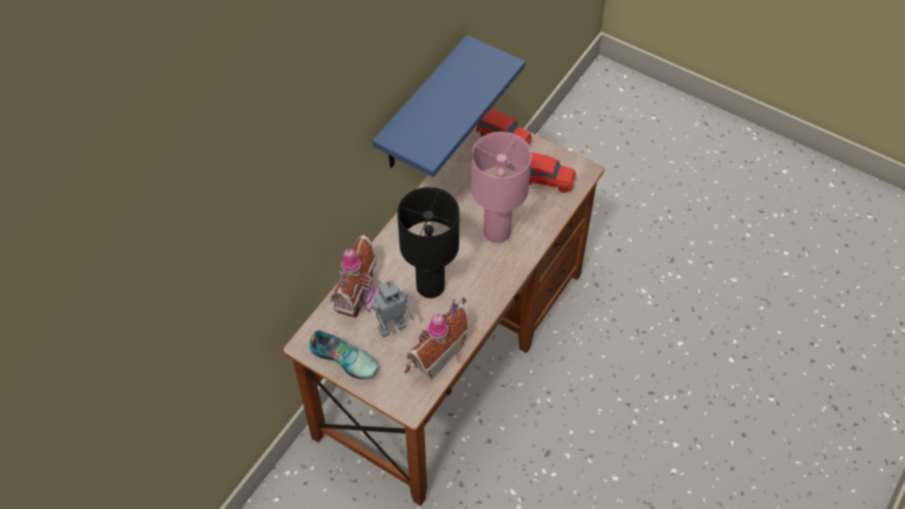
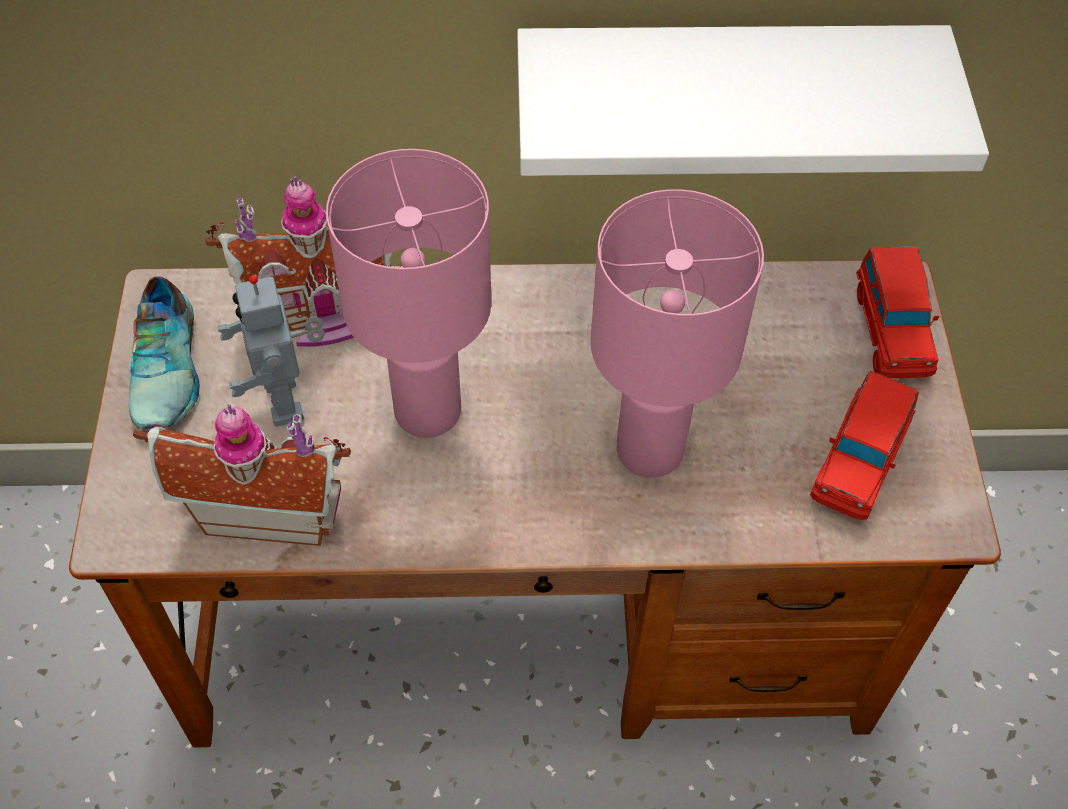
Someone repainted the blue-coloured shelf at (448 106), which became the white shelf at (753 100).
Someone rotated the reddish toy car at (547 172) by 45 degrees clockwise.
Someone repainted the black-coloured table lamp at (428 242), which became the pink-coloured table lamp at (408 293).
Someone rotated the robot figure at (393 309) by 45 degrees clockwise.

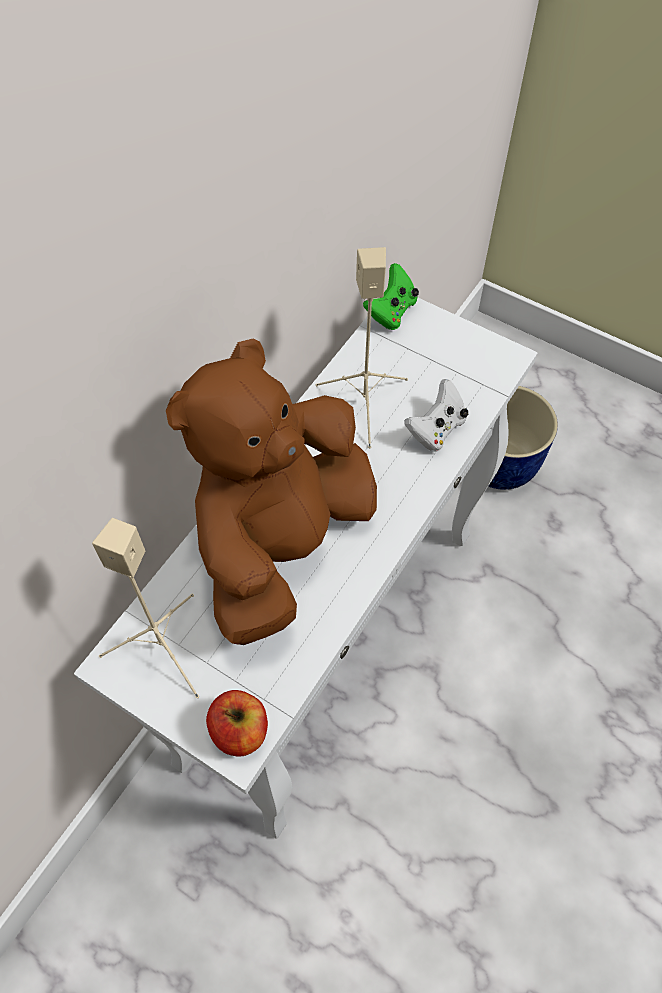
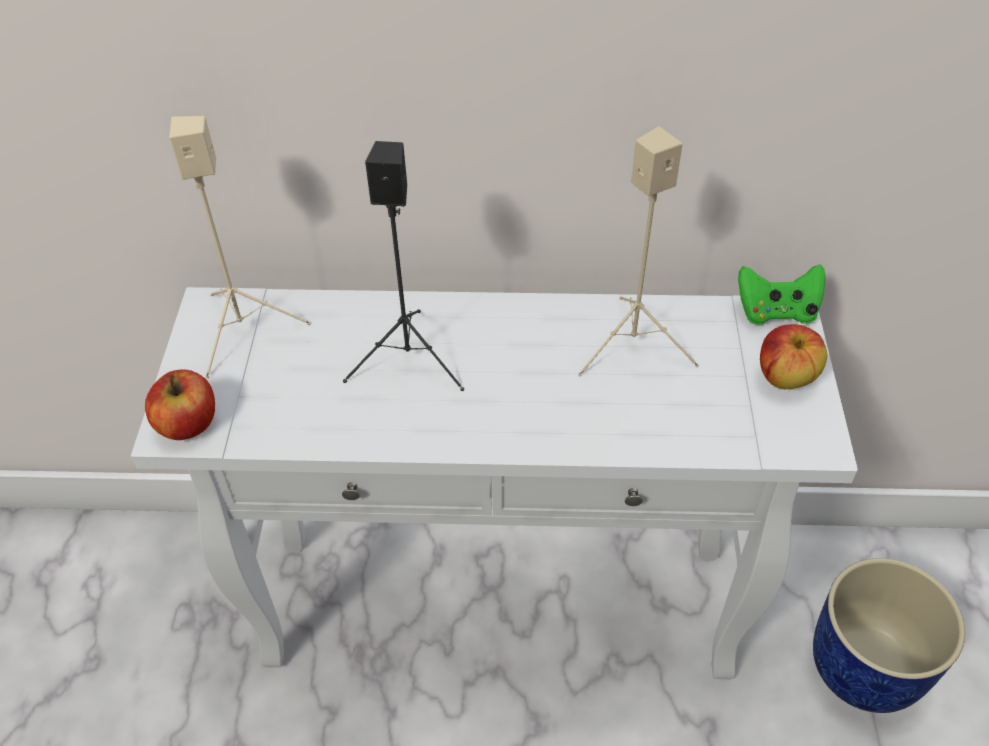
Someone swapped the brownish cuddly toy at (271 492) for the black-coloured loudspeaker at (403 266).
Someone took away the white joypad at (436 415).
Someone put down the apple fruit at (793 356).

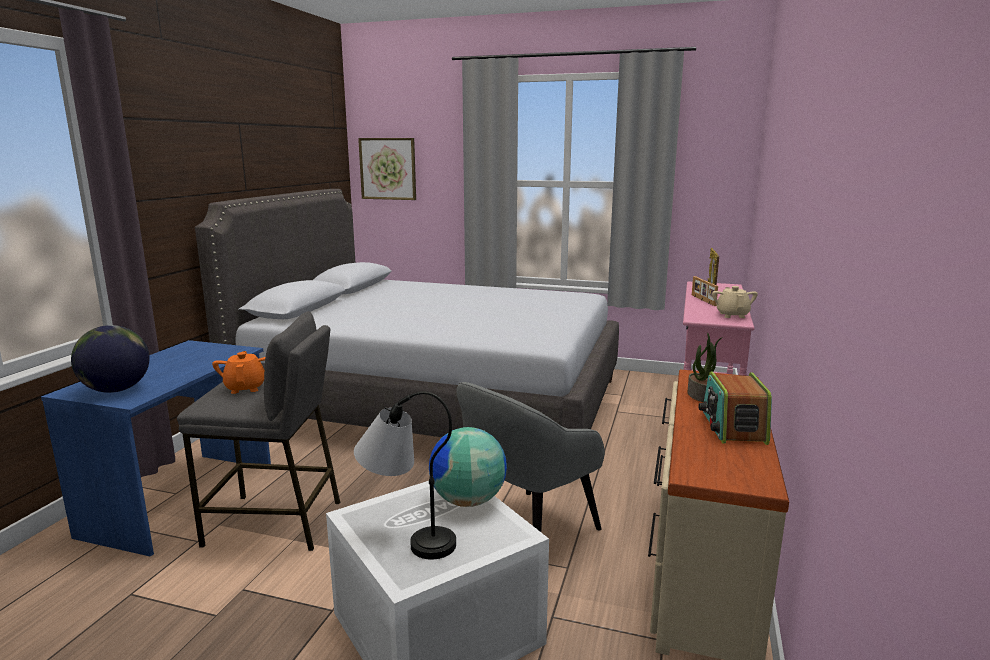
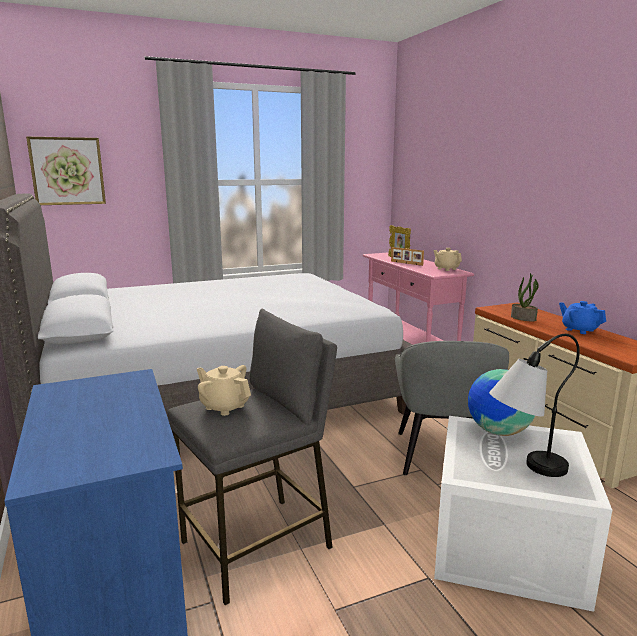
Someone took away the globe at (110 359).
Someone repainted the orange teapot at (238 372), which became the beige-coloured teapot at (224 390).
Someone swapped the radio at (735 408) for the blue-coloured teapot at (582 317).

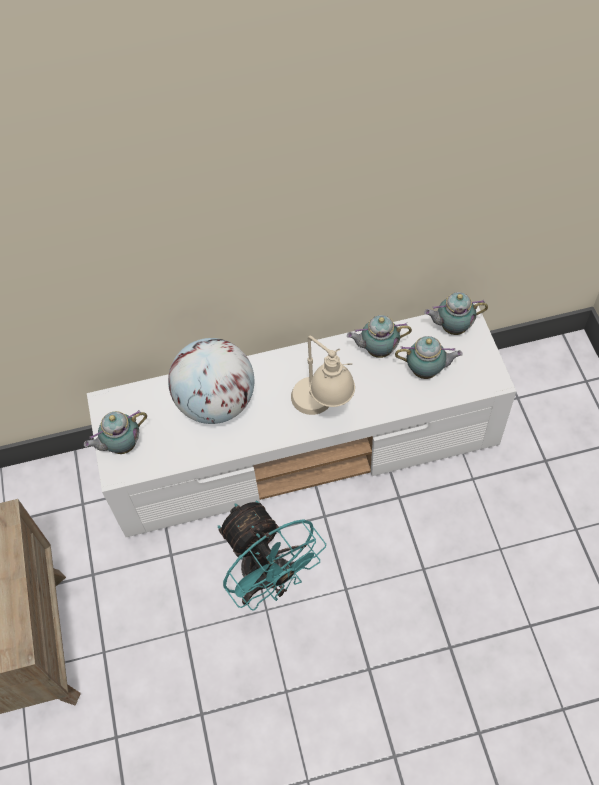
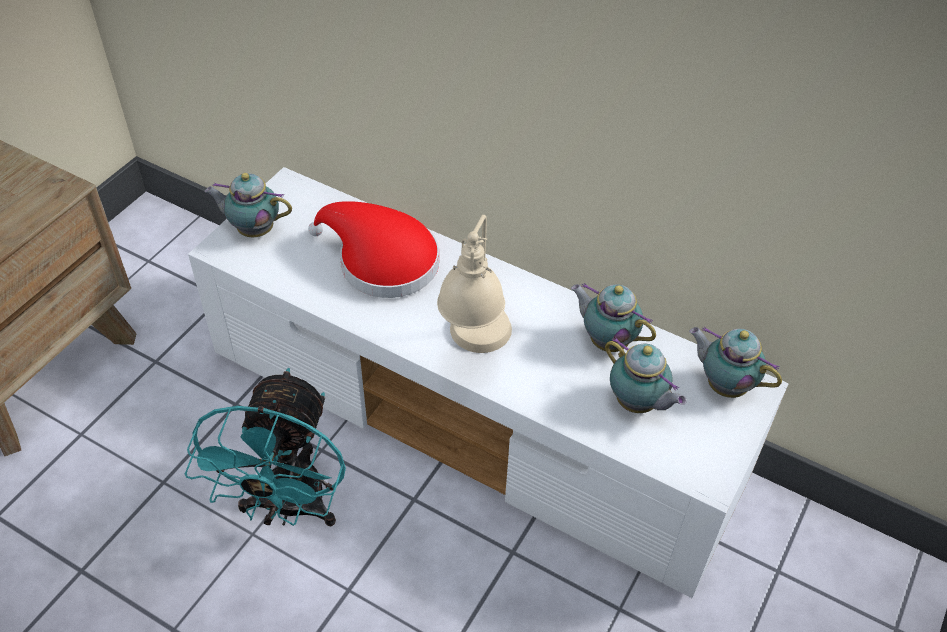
Someone swapped the globe at (211 381) for the reddish clothing hat at (373 249).

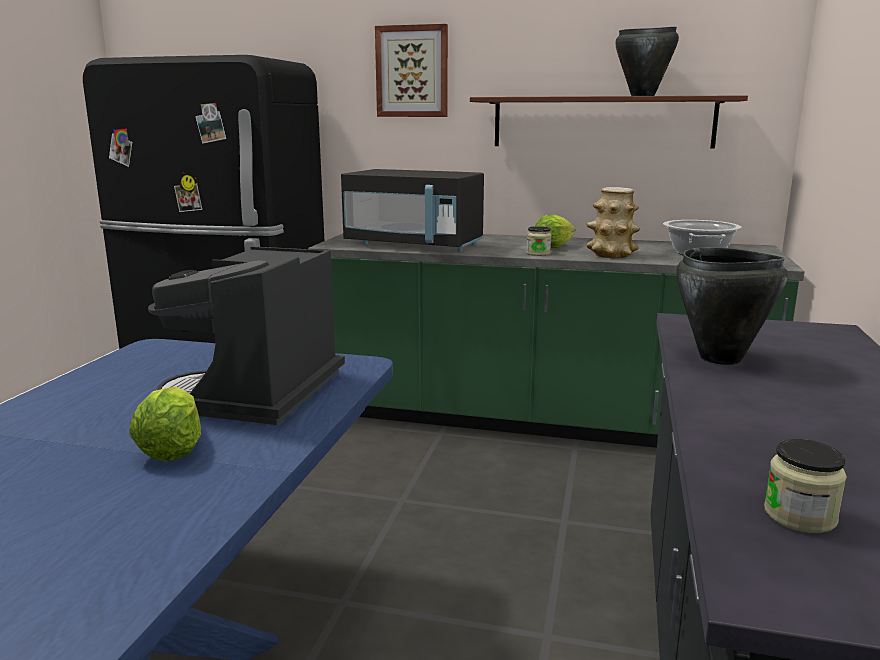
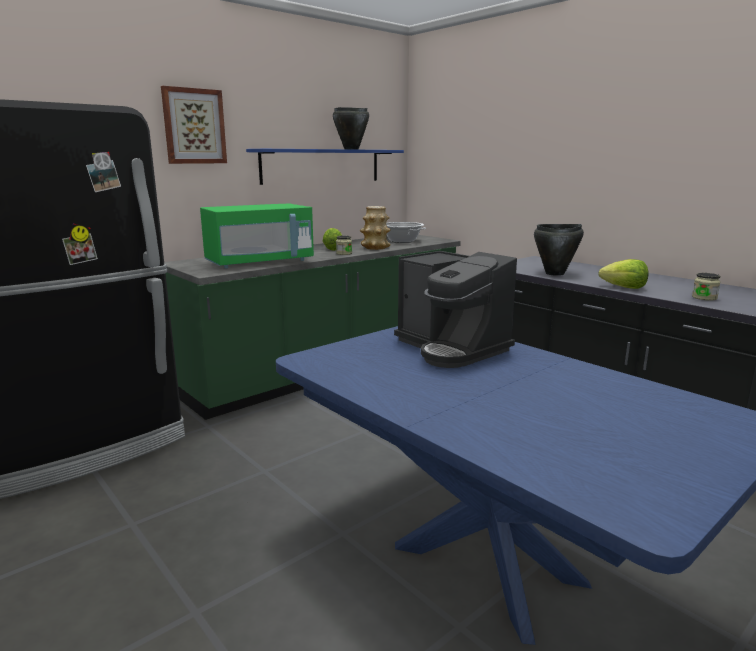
Someone repainted the brownish shelf at (609 121), which became the blue-coloured shelf at (325 167).
Someone repainted the black-coloured microwave at (412 210), which became the green microwave at (257 236).
Someone carried the lettuce head from (165 423) to (623 274).

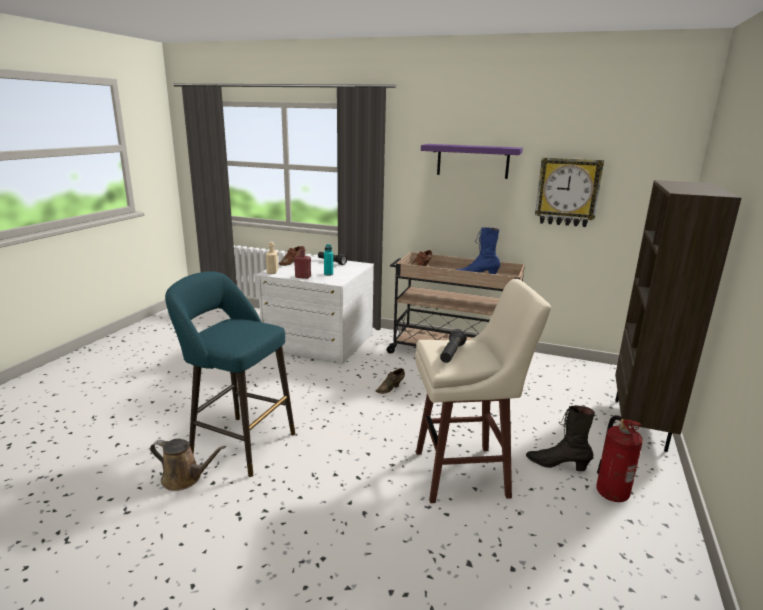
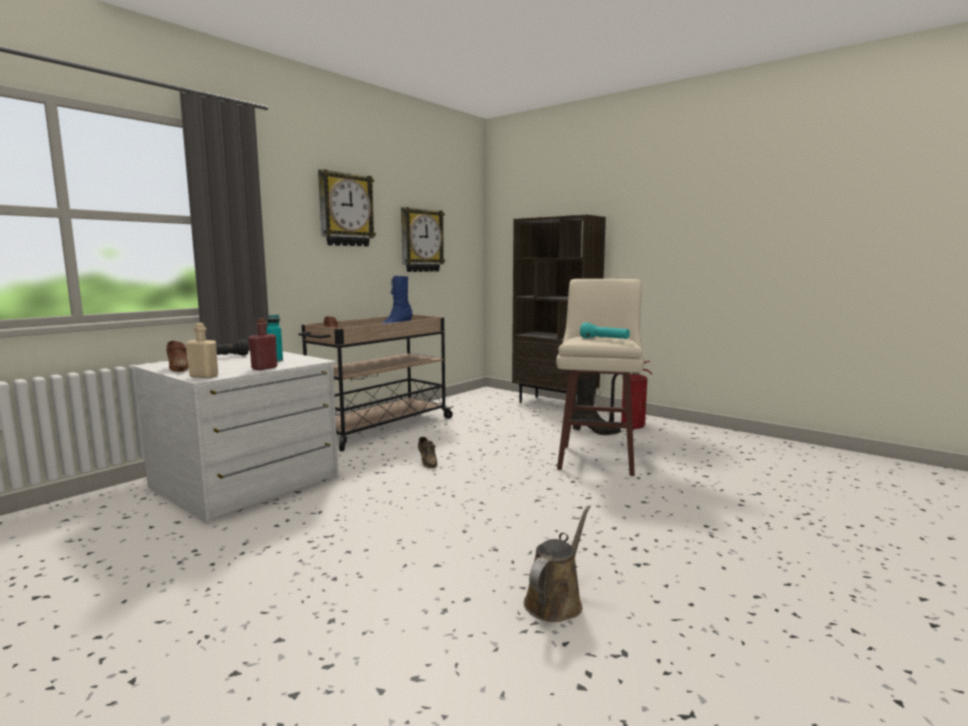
Someone swapped the purple-coloured shelf at (472 161) for the hanging clock at (347 207).
Someone took away the blue-green stool seat at (230 374).
Someone repainted the black-coloured flashlight at (453 346), which became the blue-green flashlight at (605 331).
Someone rotated the black-coloured high-top boot at (560 438) by 120 degrees counterclockwise.

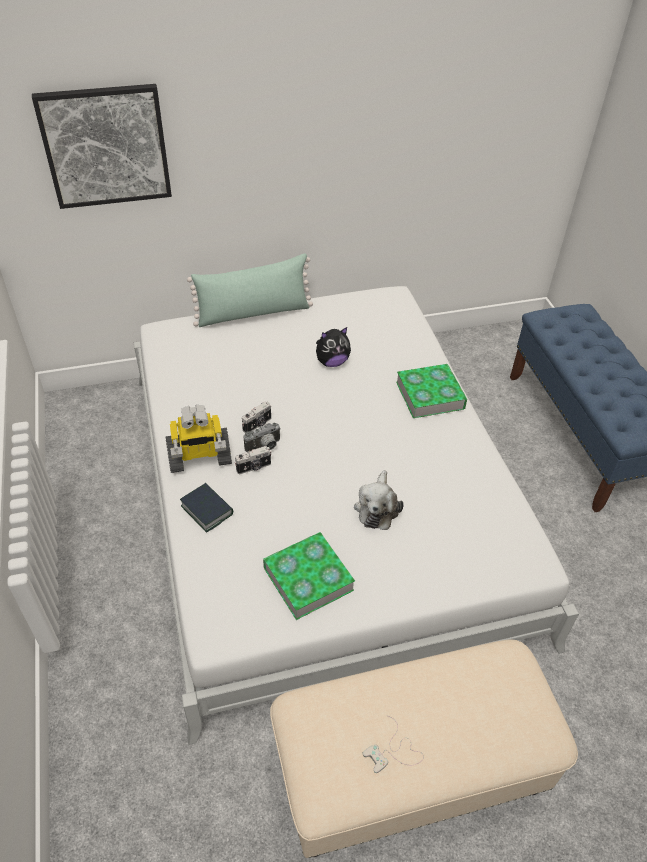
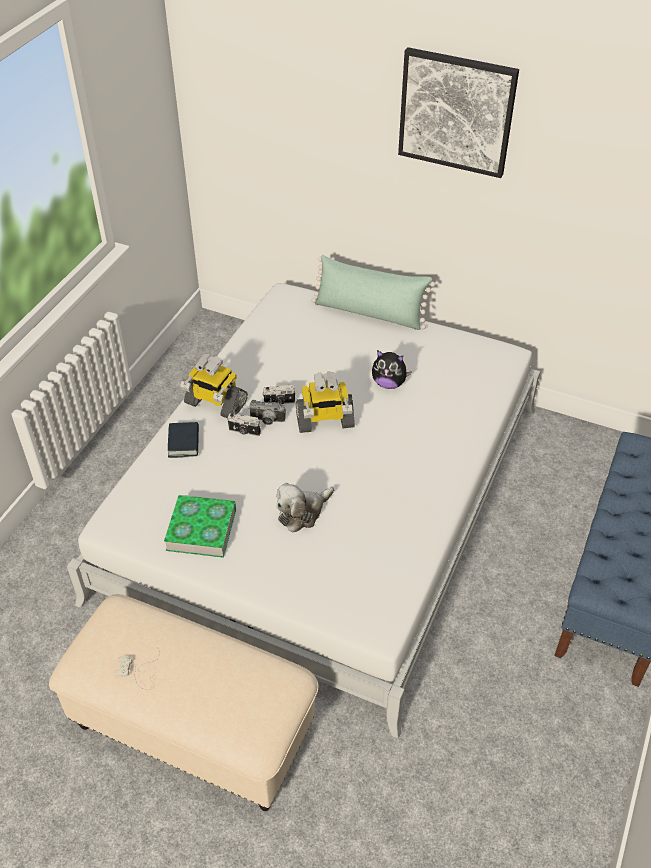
Someone carried the picture from (102 146) to (458 112).
Someone took away the volume at (431 391).
Someone put down the robot figure at (325 402).

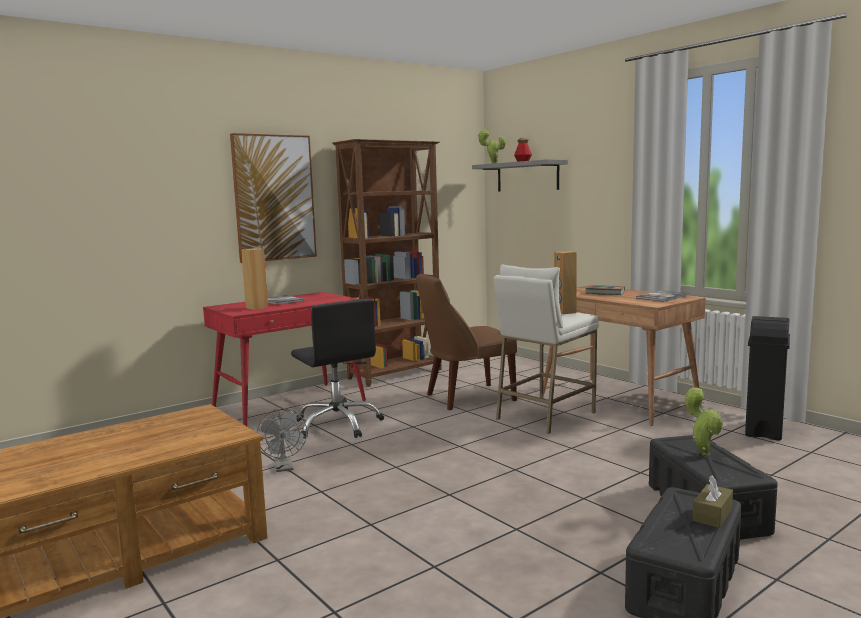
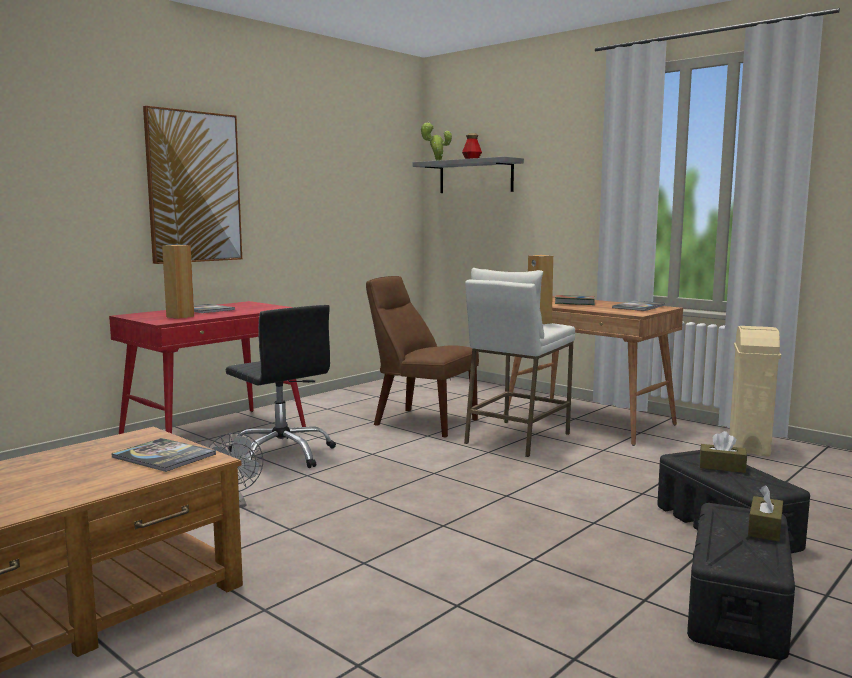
Someone took away the brownish shelving unit at (387 263).
Someone rotated the brownish upright chair at (466 342) by 60 degrees clockwise.
Someone repainted the black-coloured rubbish bin at (767 378), which became the beige-coloured rubbish bin at (755 391).
Someone swapped the houseplant at (704 421) for the brownish tissue holder at (723 452).
Someone put down the volume at (163 455).

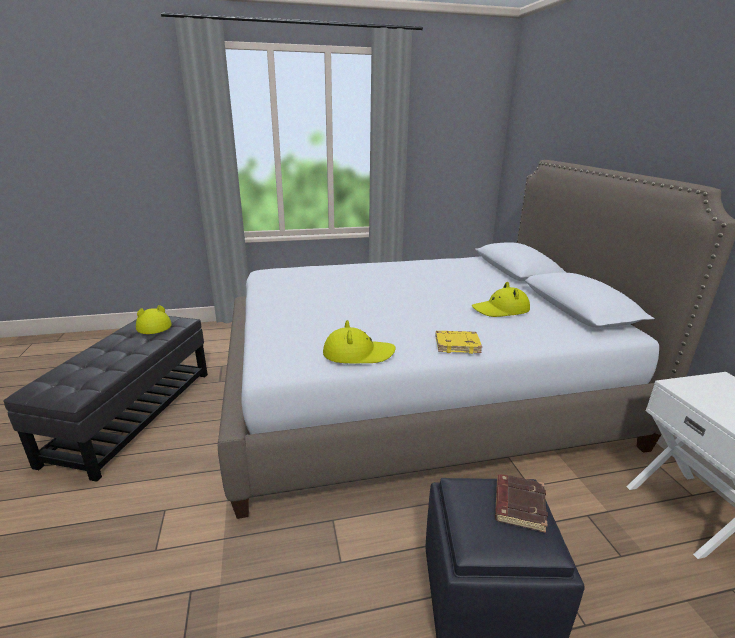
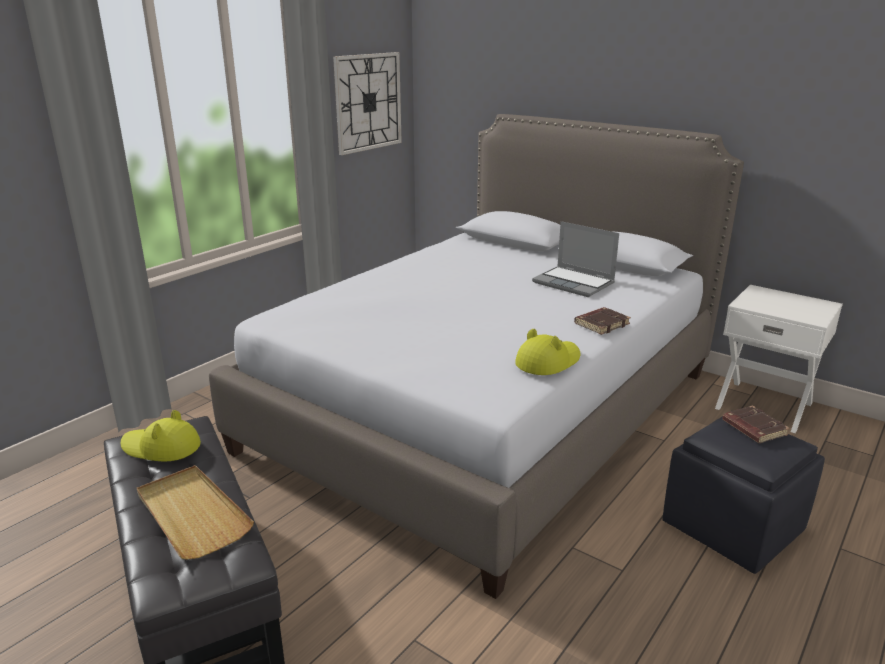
Someone swapped the yellow clothing hat at (501 299) for the laptop at (575 259).
Someone repainted the yellow volume at (458 342), which became the brownish volume at (602 321).
Someone put up the hanging clock at (367 103).
Someone put down the beige-coloured carrying tray at (195 512).

